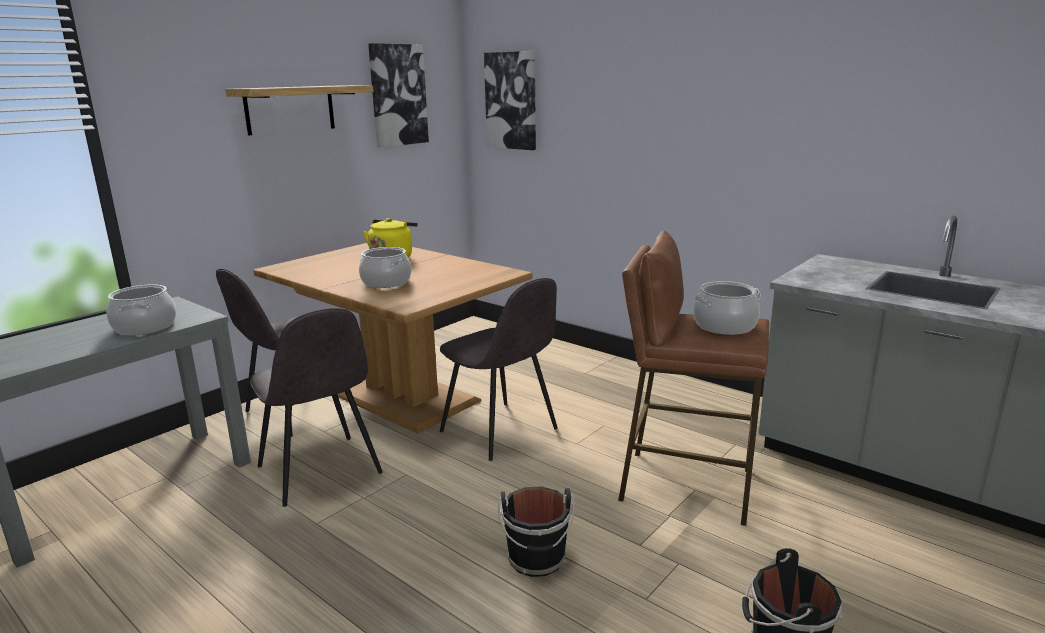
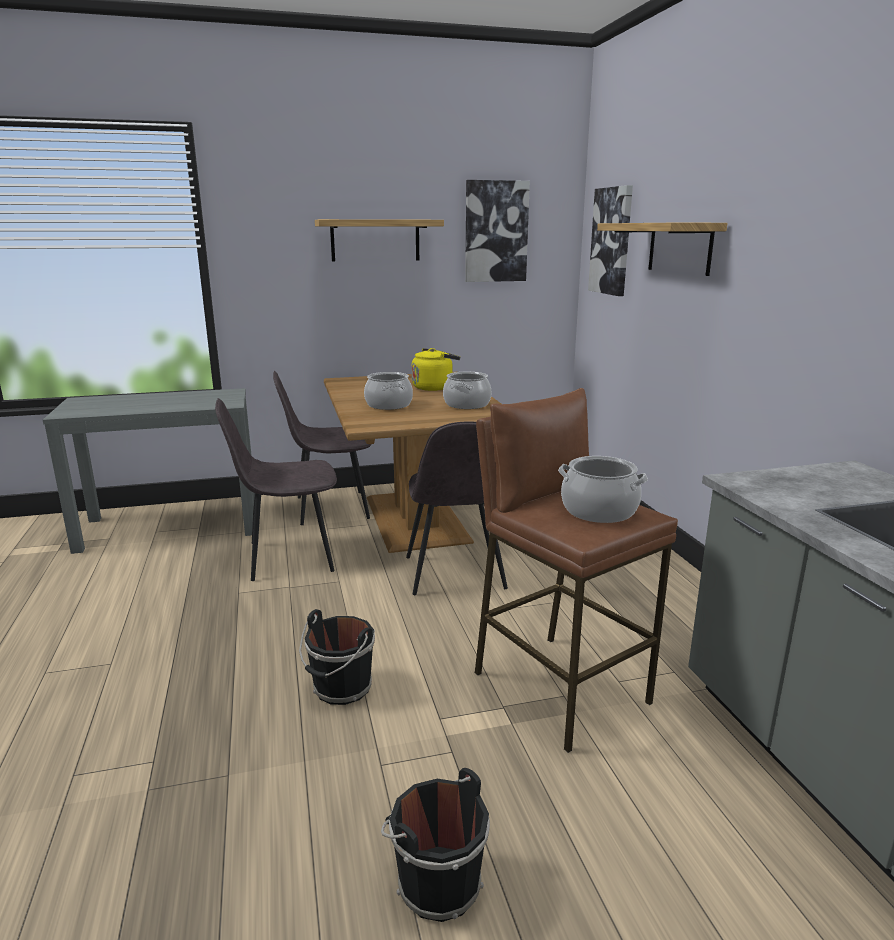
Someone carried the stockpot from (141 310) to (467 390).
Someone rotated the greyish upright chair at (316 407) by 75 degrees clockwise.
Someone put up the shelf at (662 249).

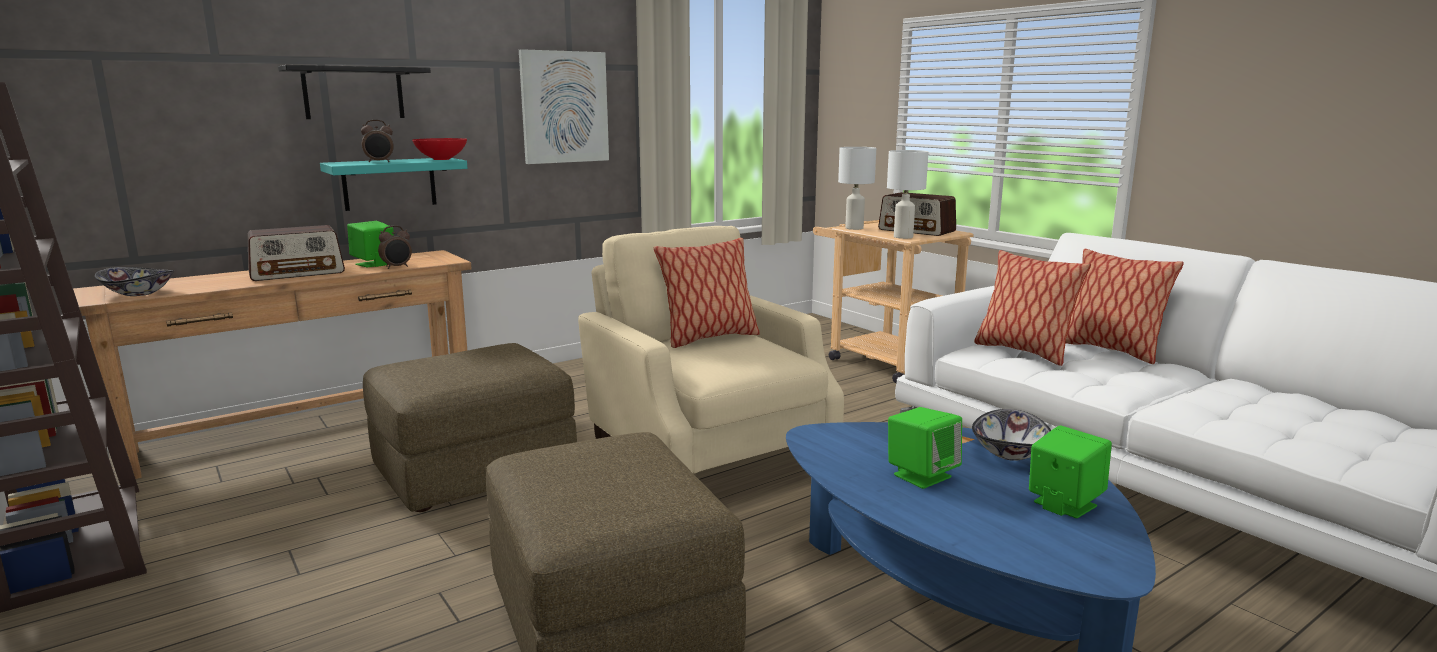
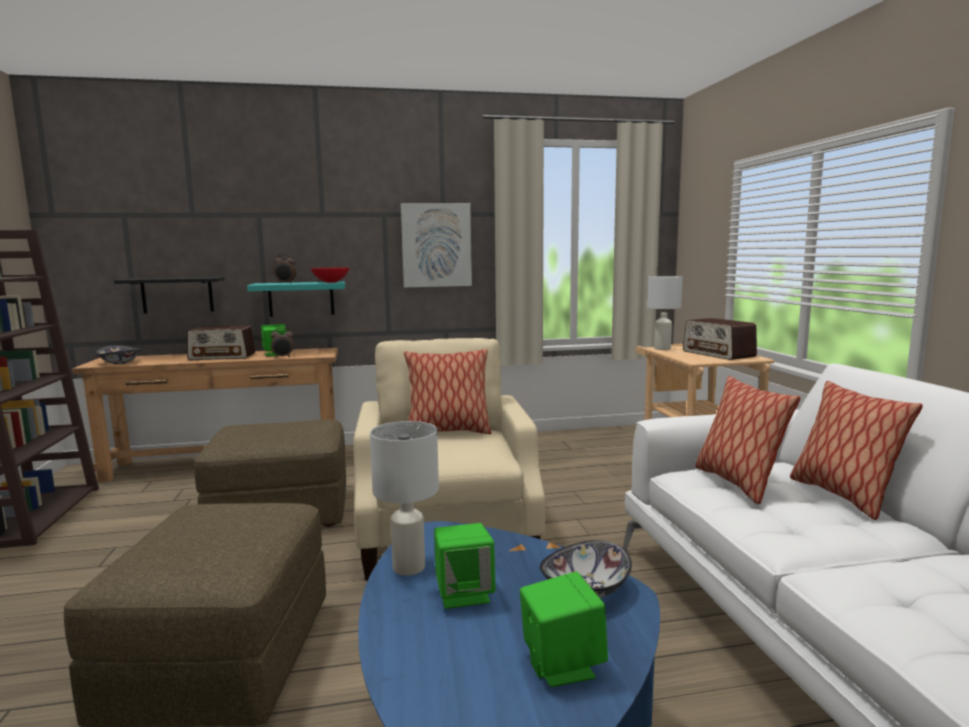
Someone carried the black-coloured shelf from (354 92) to (169 295).
Someone carried the white table lamp from (908 194) to (404 498).

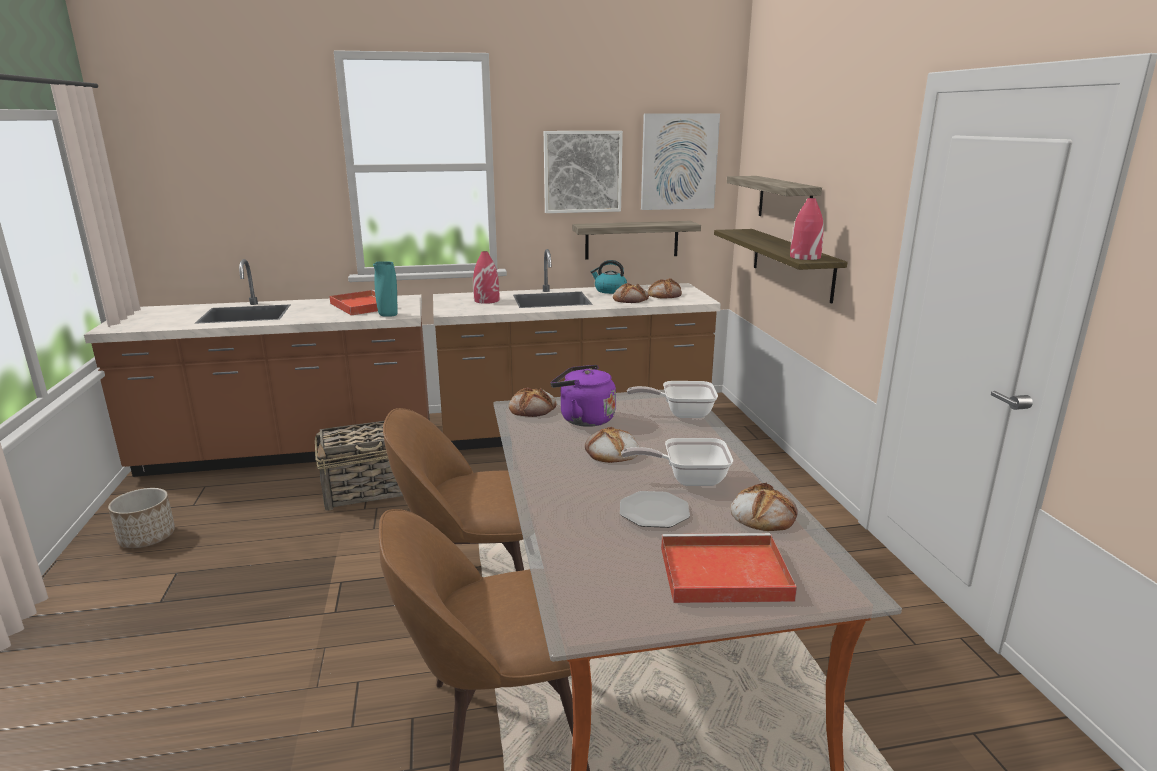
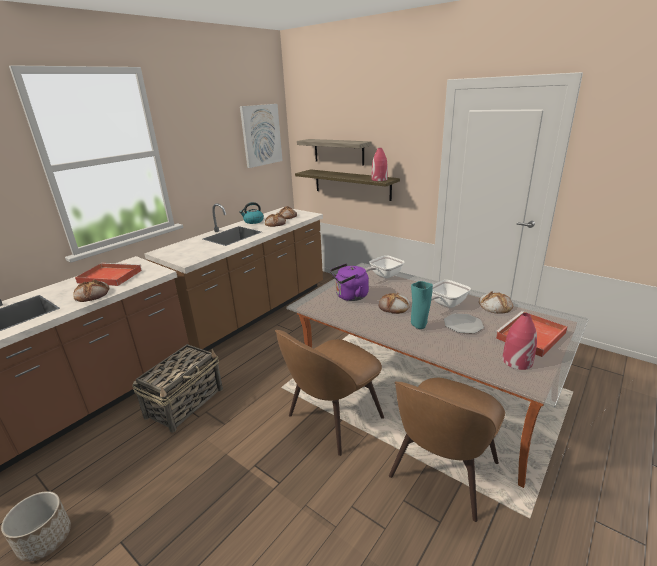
Someone took away the picture at (583 172).
Someone took away the shelf at (636 240).
Someone carried the reddish vase from (486 277) to (519 341).
Someone carried the blue-green vase from (385 289) to (422 305).
Someone carried the baked bread from (533 402) to (91 290).

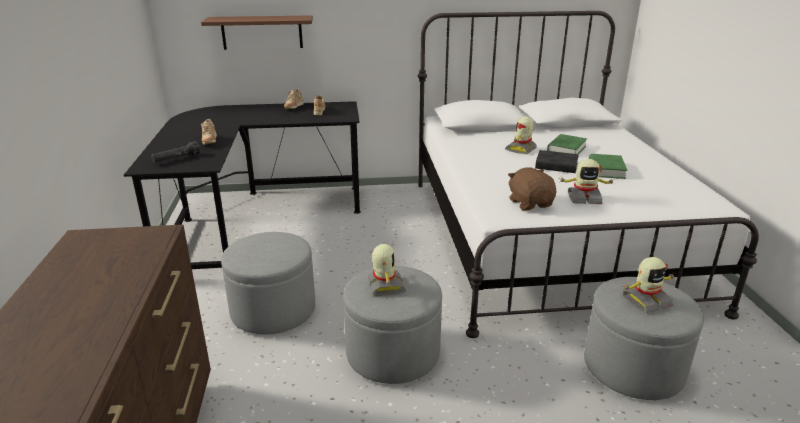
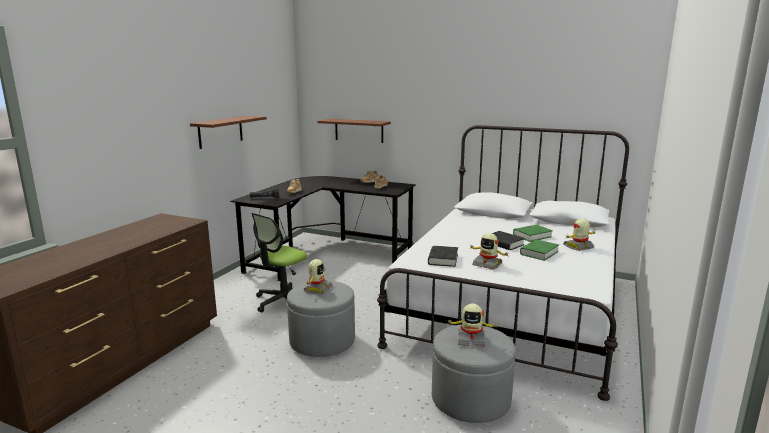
Someone carried the robot figure from (521 135) to (580 234).
Someone swapped the brownish cuddly toy at (532 189) for the black-coloured volume at (443 256).
Someone swapped the greyish ottoman at (268 283) for the office chair at (279 263).
Someone put up the brownish shelf at (228 132).

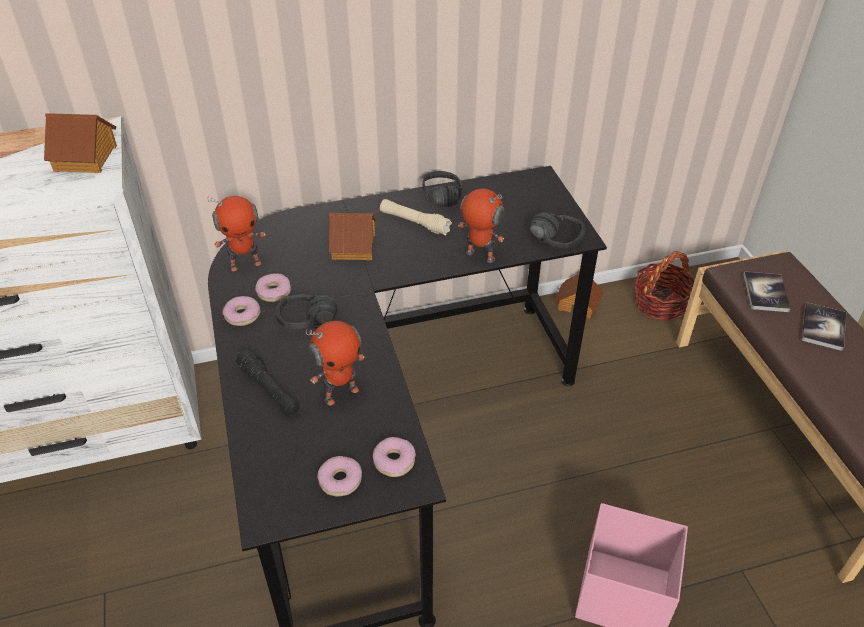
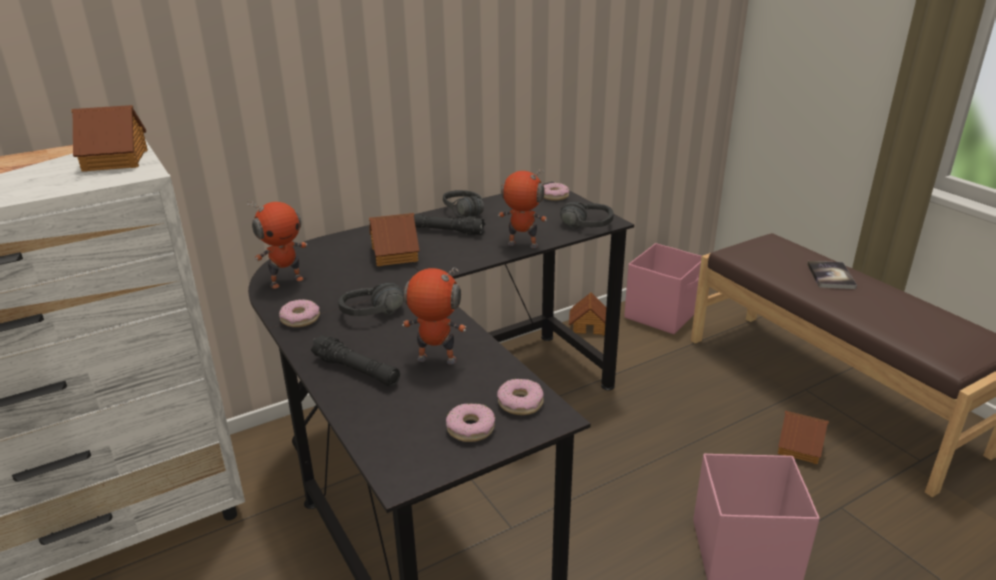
Someone repainted the beige-coloured flashlight at (416 217), which became the black-coloured flashlight at (450 225).
Someone swapped the storage basket at (664 286) for the pink-coloured storage box at (663 288).
Someone took away the volume at (766 292).
Someone carried the ring doughnut from (273 287) to (556 192).
Someone rotated the robot figure at (335 363) by 120 degrees counterclockwise.
Someone put down the model house at (803 437).

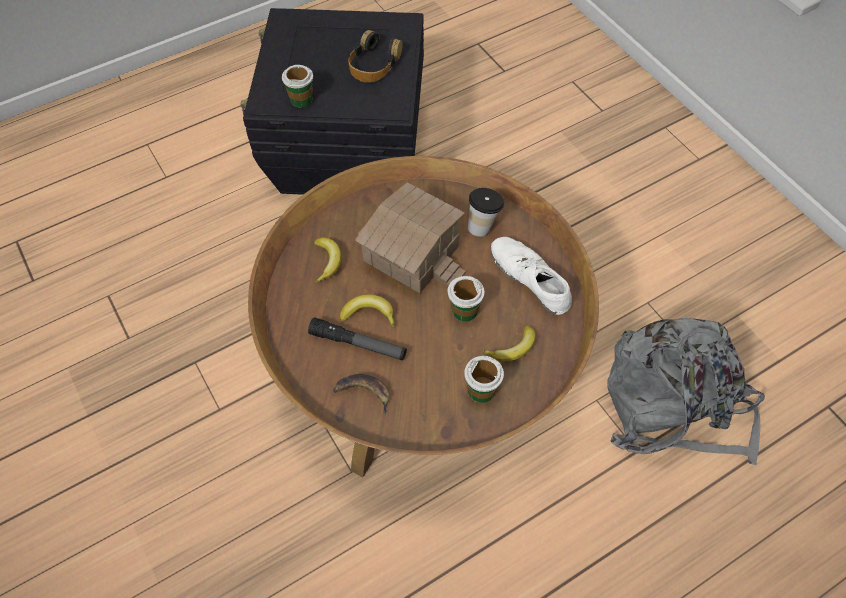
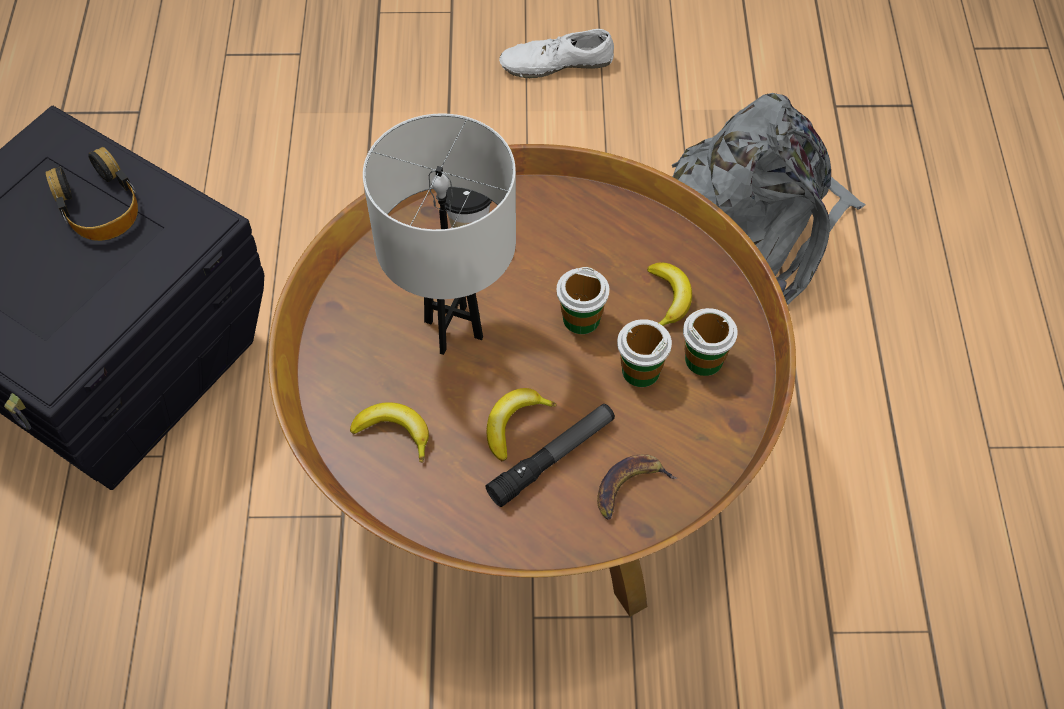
Someone carried the cup from (297 86) to (644 353).
Someone swapped the model house at (410 237) for the white table lamp at (439 234).
Someone carried the white item of footwear from (531 276) to (556 53).

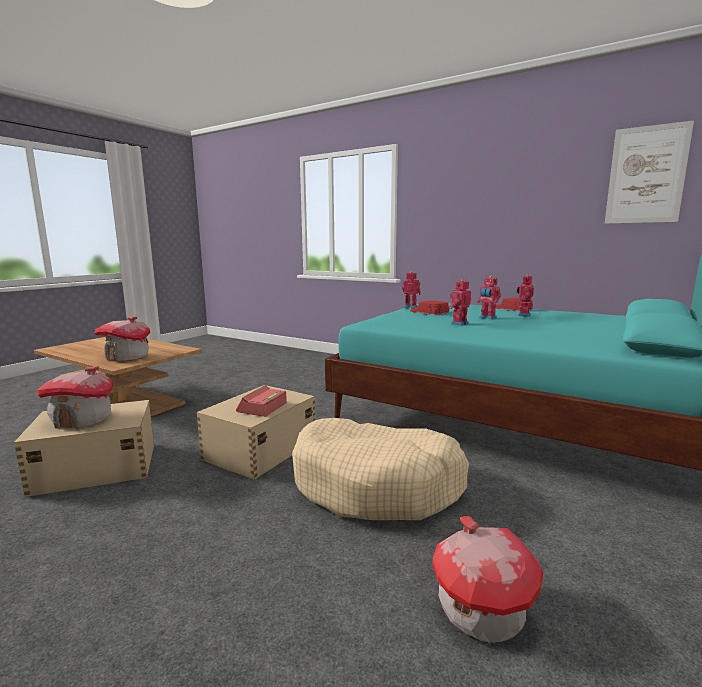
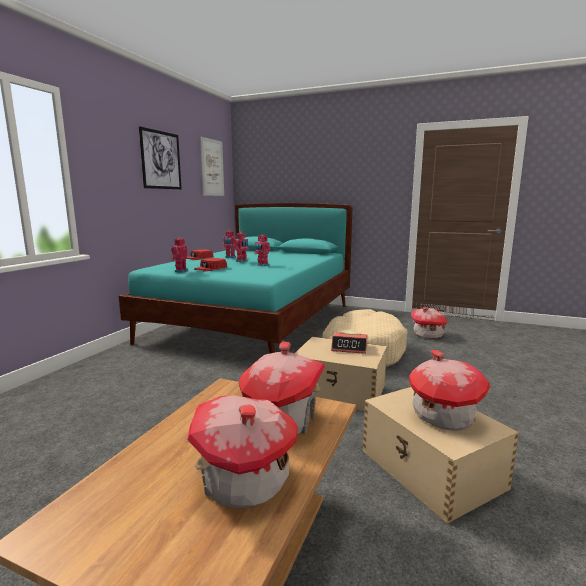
Someone put up the picture at (160 157).
Someone put down the model house at (242 451).

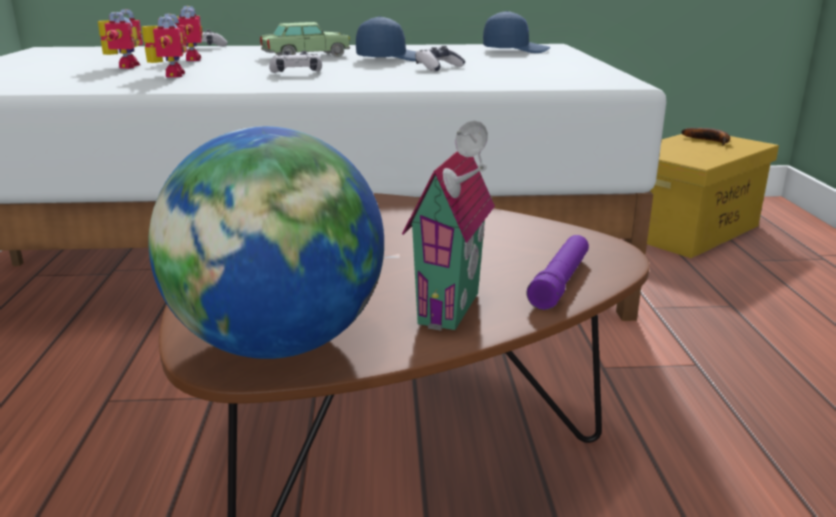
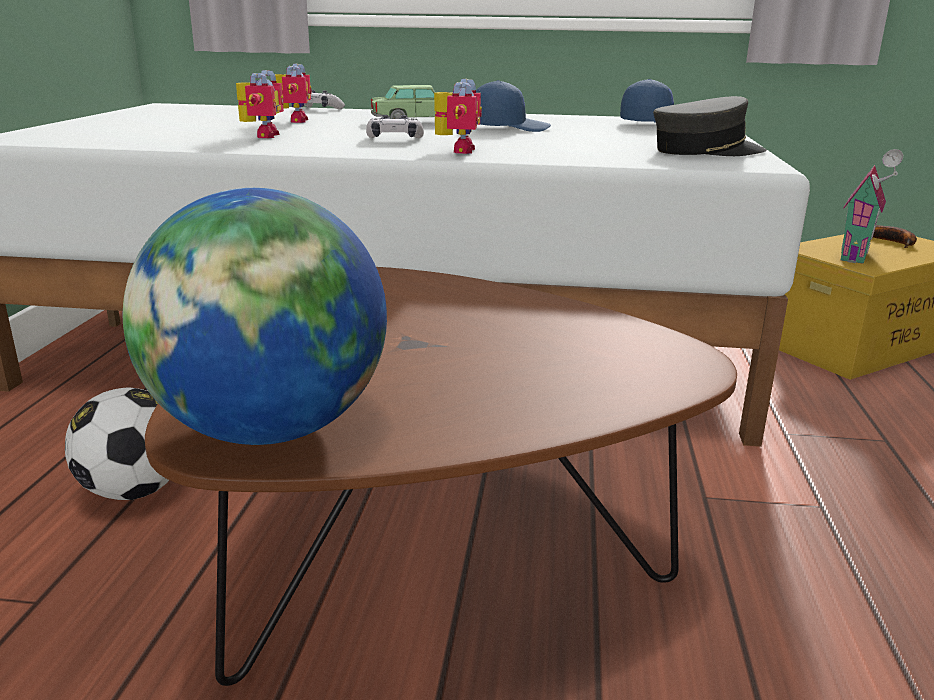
Someone carried the robot figure from (120 39) to (458 116).
Someone took away the joypad at (440 58).
Someone carried the model house from (448 225) to (872 206).
Someone took away the purple-coloured flashlight at (557 272).
Someone put down the greyish peaked cap at (710 126).
Someone put down the football ball at (117 443).

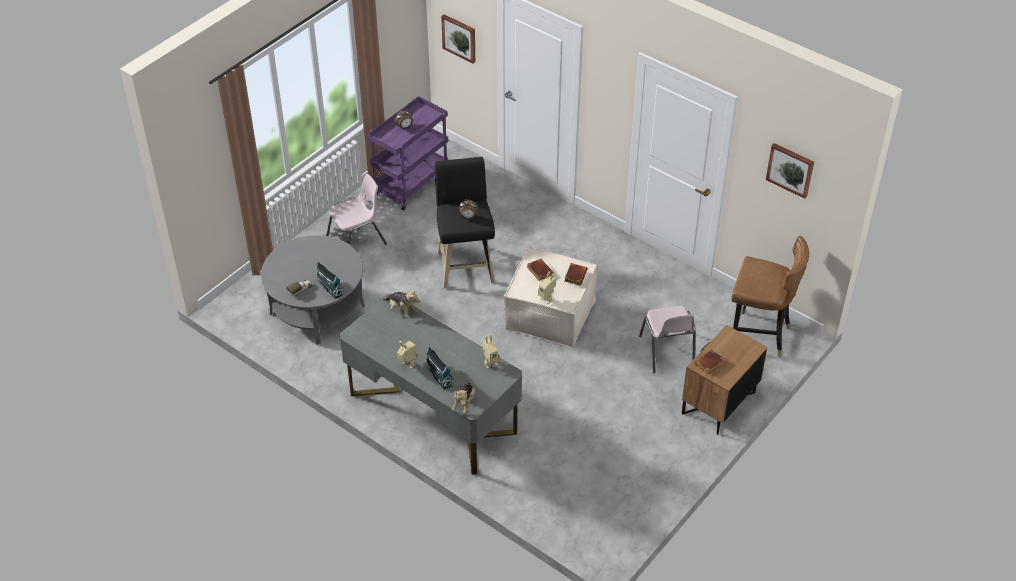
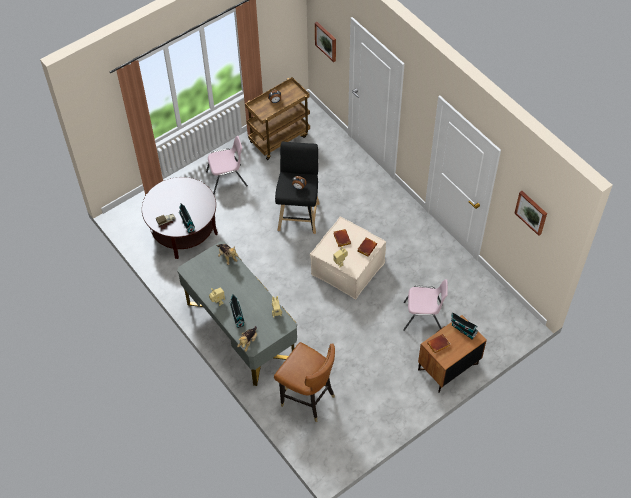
Someone repainted the purple-coloured wheeled cart at (408 153), which became the brownish wheeled cart at (277 118).
Someone repainted the greyish lounge table at (313 290), which became the brownish lounge table at (180 218).
Someone carried the brownish upright chair from (770 296) to (304 382).
Someone rotated the pink-coloured upright chair at (667 339) by 90 degrees counterclockwise.
Someone put down the model house at (464 325).

